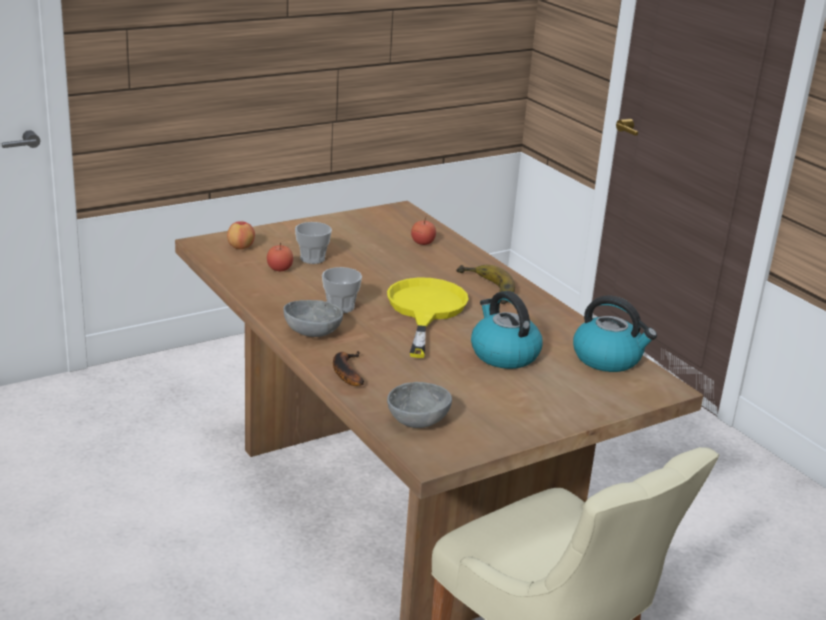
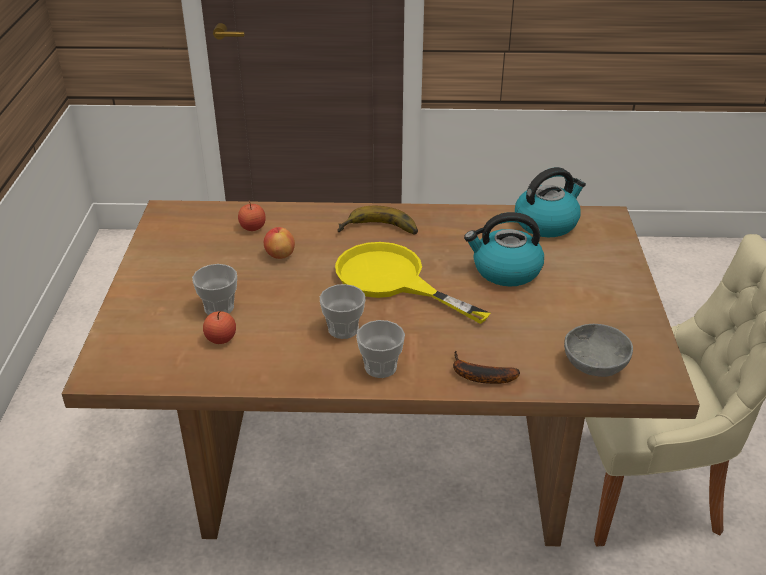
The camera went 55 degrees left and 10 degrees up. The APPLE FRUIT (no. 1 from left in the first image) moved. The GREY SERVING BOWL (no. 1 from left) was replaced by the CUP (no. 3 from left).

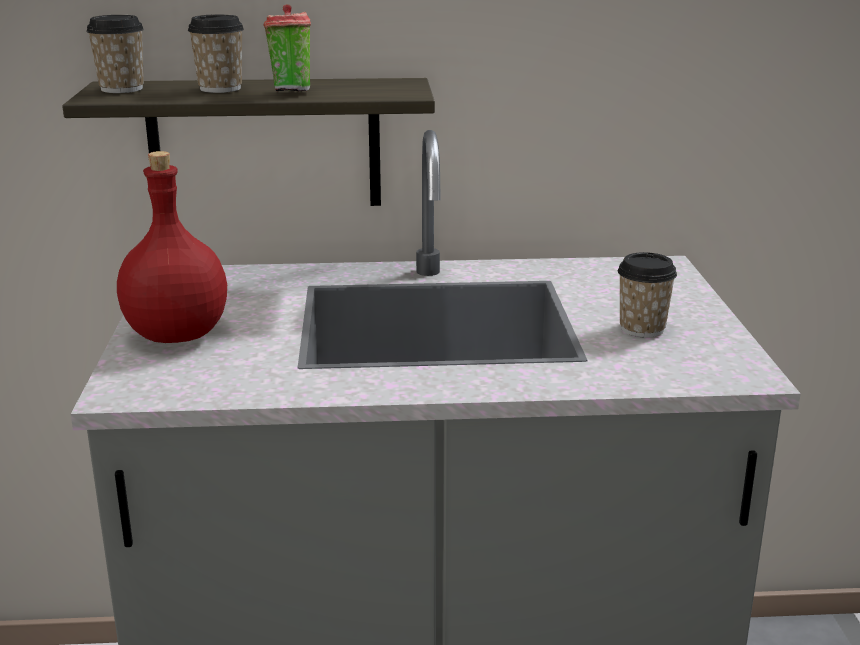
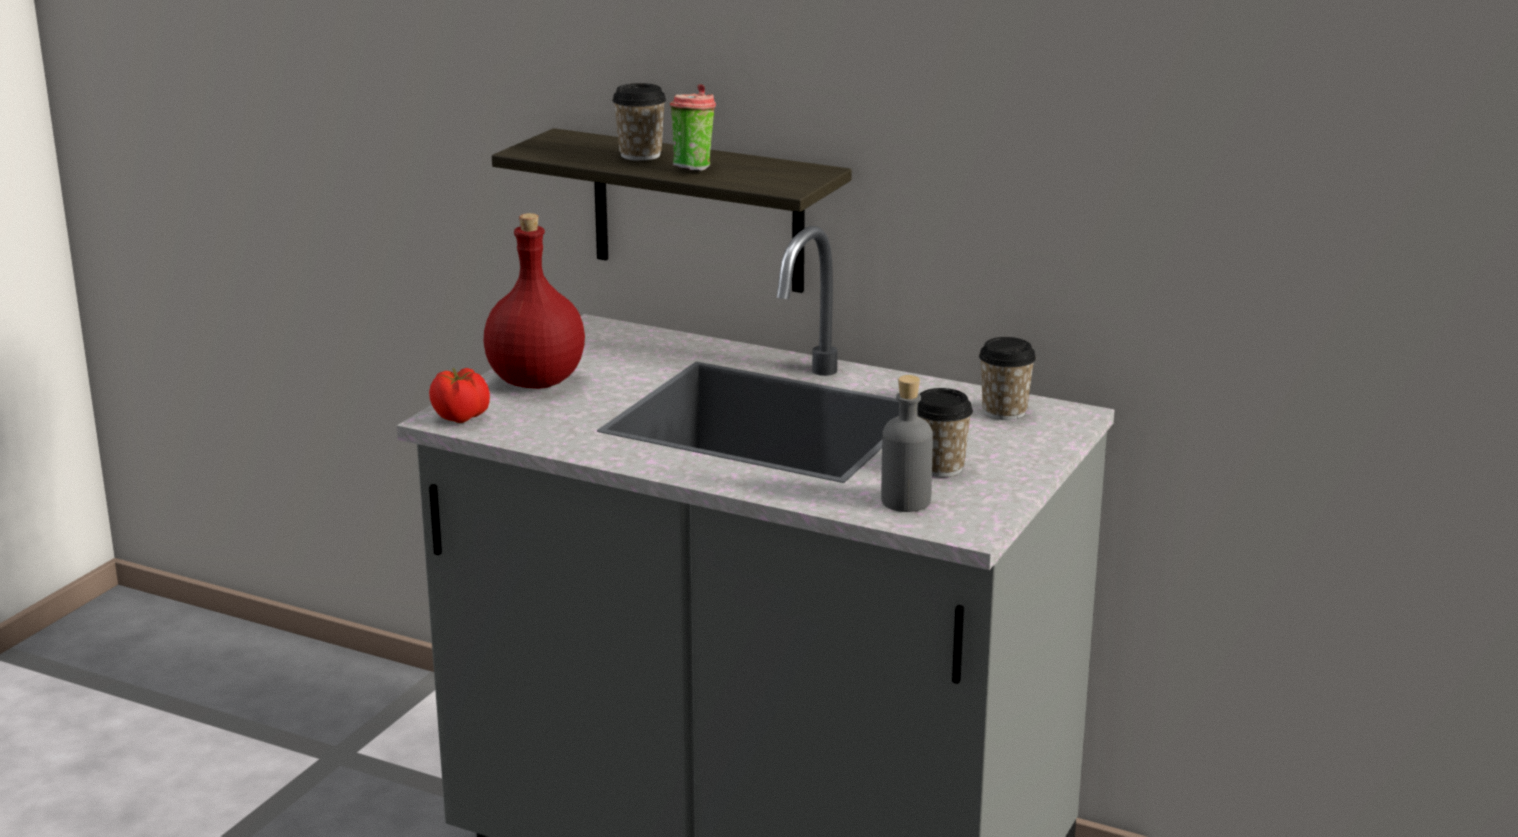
The camera went 30 degrees right and 0 degrees up. The TOMATO appeared. The GREY BOTTLE appeared. The CUP (no. 1 from left in the first image) moved.

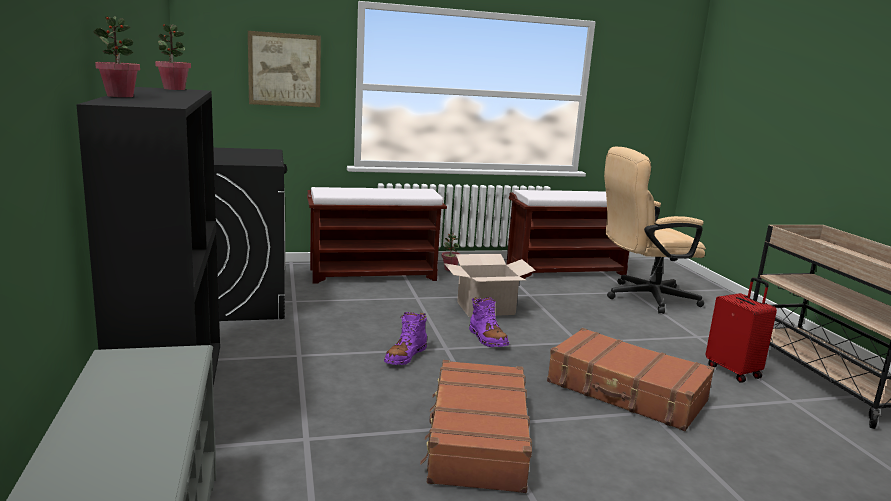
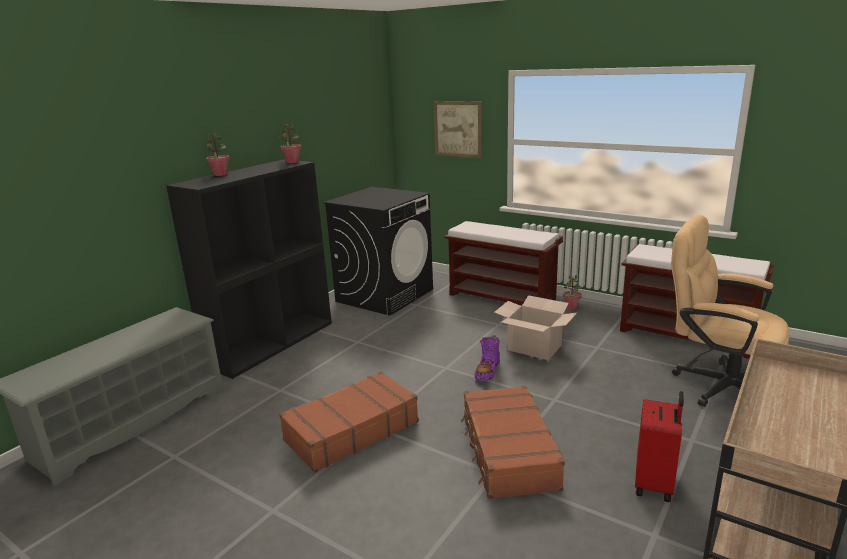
The camera went 50 degrees right and 5 degrees up. The PURPLE-COLOURED TALL BOOT (no. 1 from left) disappeared.

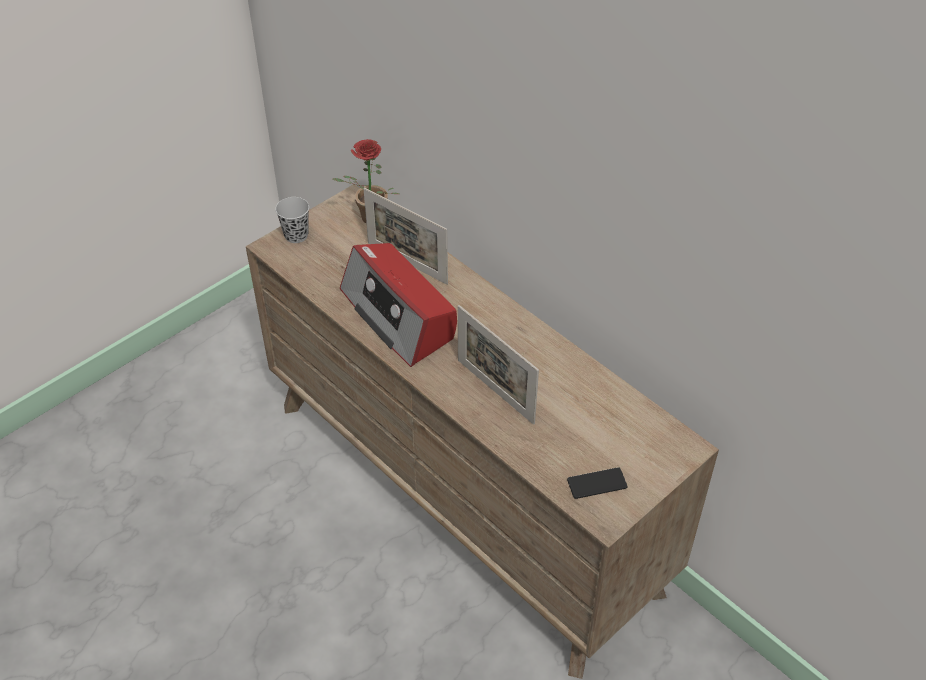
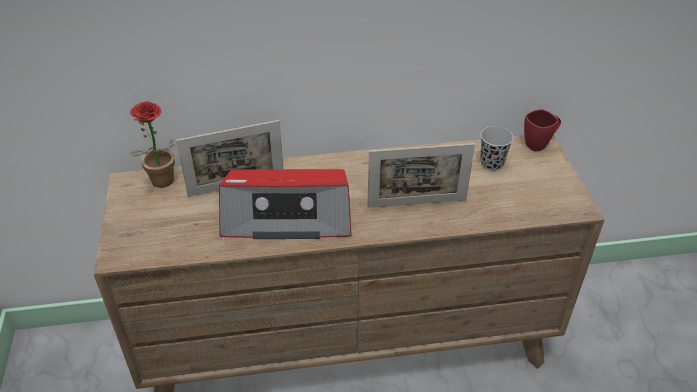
The camera went 55 degrees left and 5 degrees down. The BLACKISH CUP moved. The RED MUG appeared. The TELEPHONE disappeared.

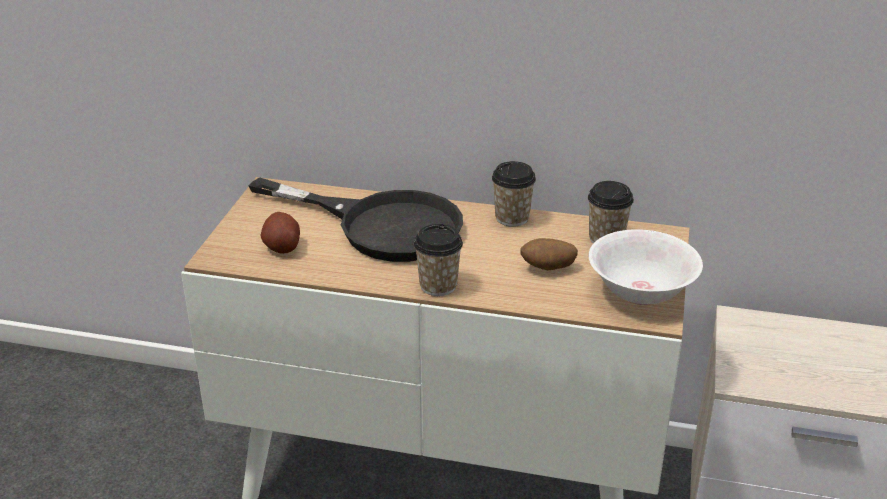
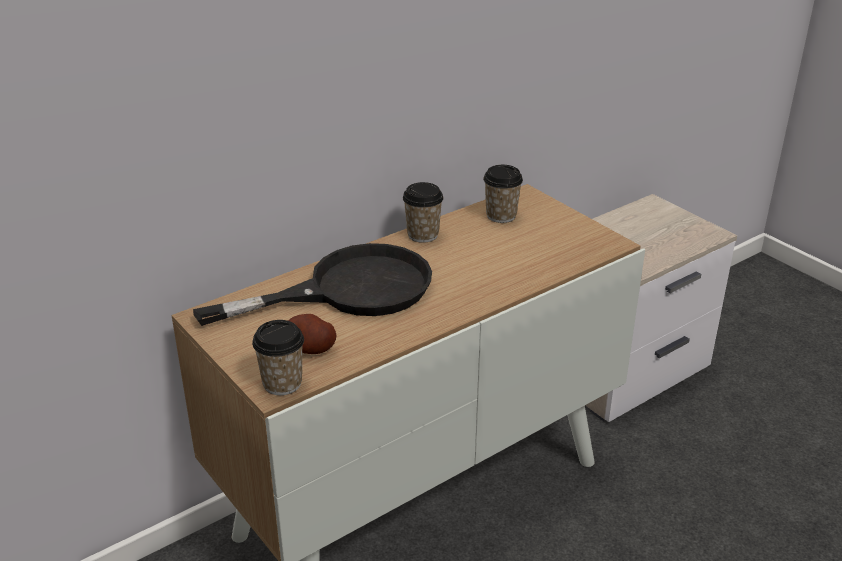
The camera went 50 degrees left and 0 degrees up. The CUP (no. 1 from left) moved. The SPUD (no. 2 from left) disappeared. The WHITE SERVING BOWL disappeared.

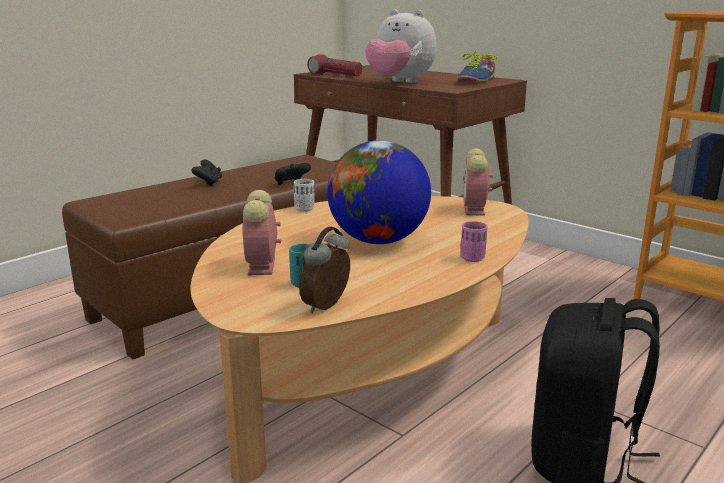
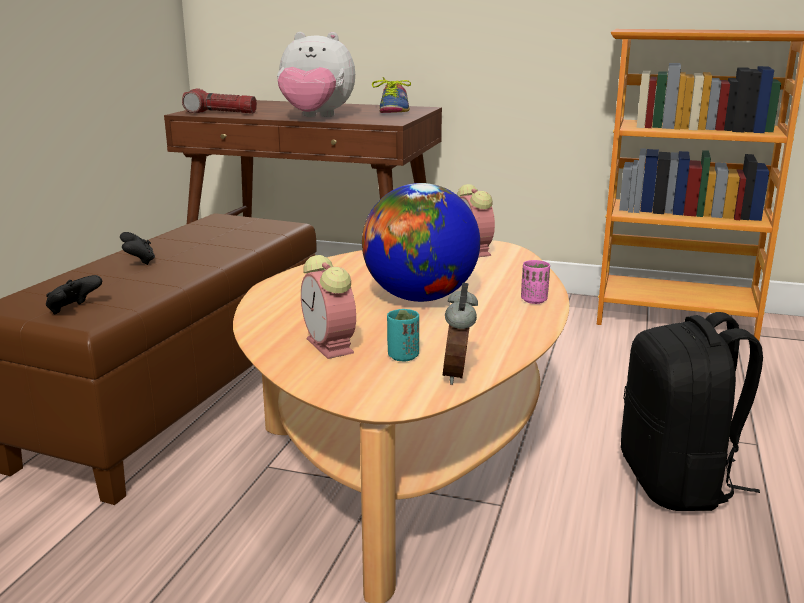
The camera went 25 degrees left and 0 degrees up. The BLACKISH GAME CONTROLLER (no. 2 from left in the first image) moved. The WHITE CUP disappeared.

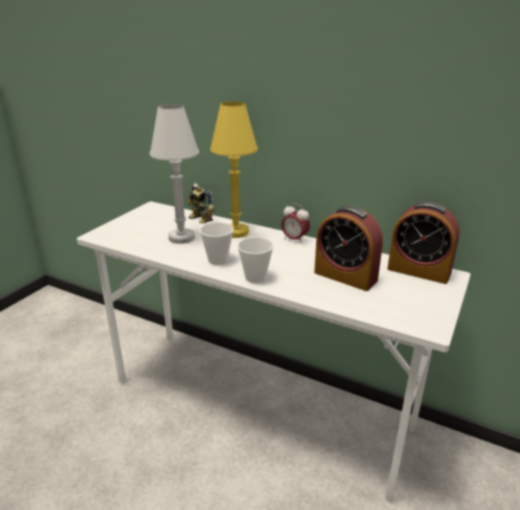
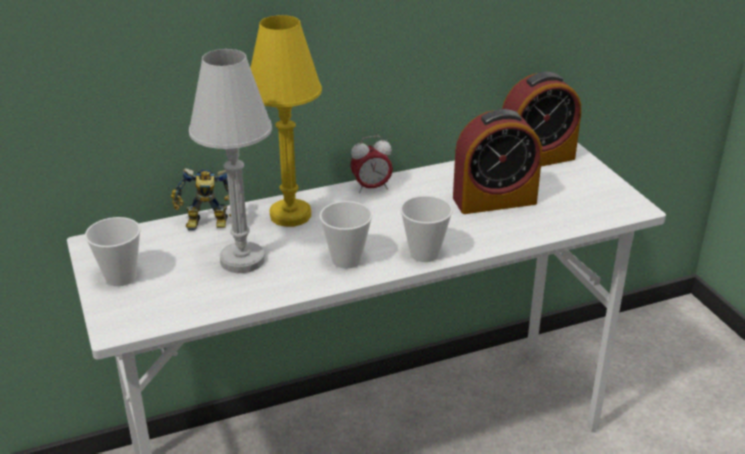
The camera went 50 degrees left and 5 degrees up. The CUP (no. 1 from left) appeared.

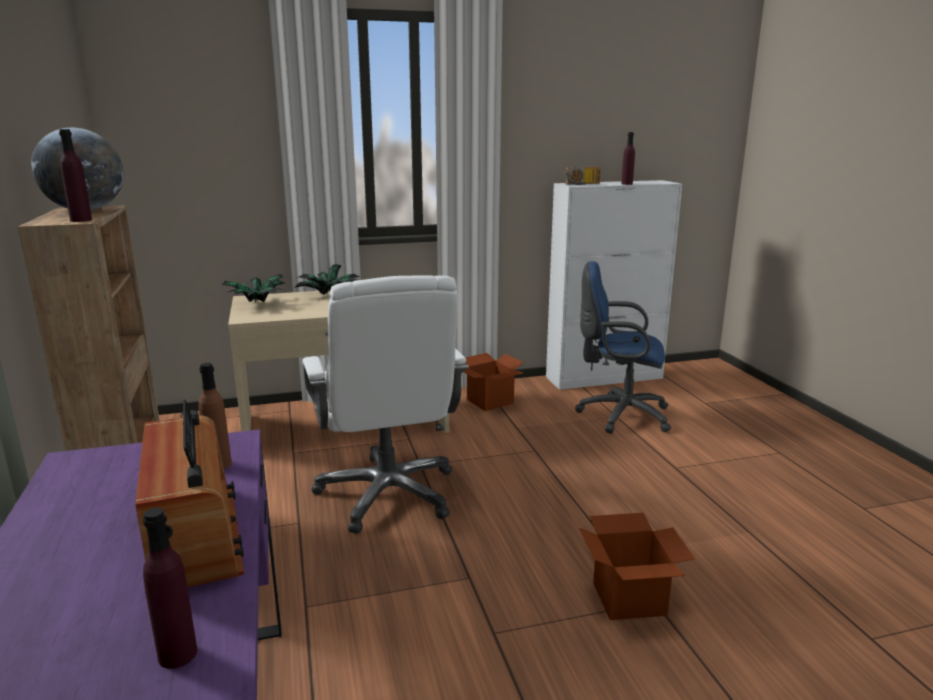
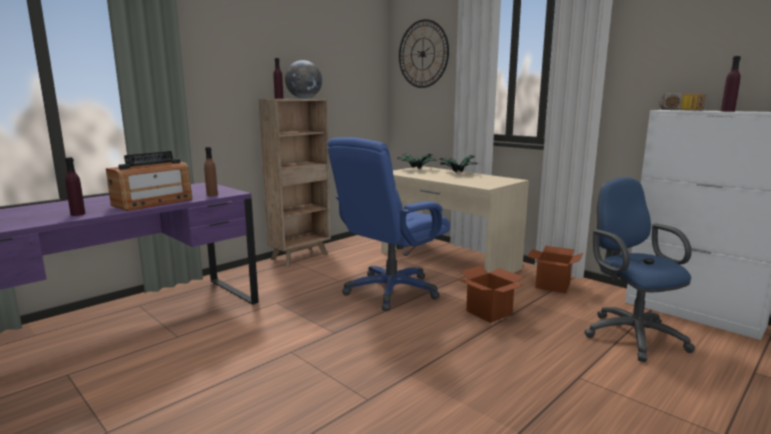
The camera went 60 degrees right and 5 degrees down. The WHITE OFFICE CHAIR became the BLUE-COLOURED OFFICE CHAIR (no. 1 from left). The CLOCK ON THE WALL appeared. The CARDBOARD BOX (no. 2 from left in the first image) moved.

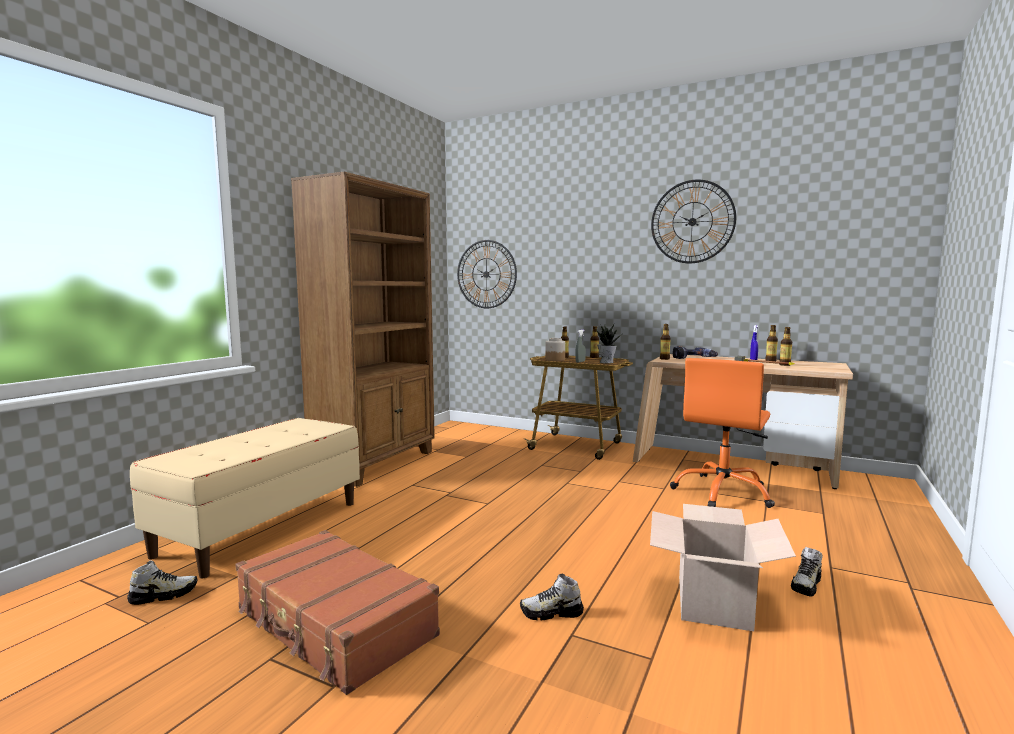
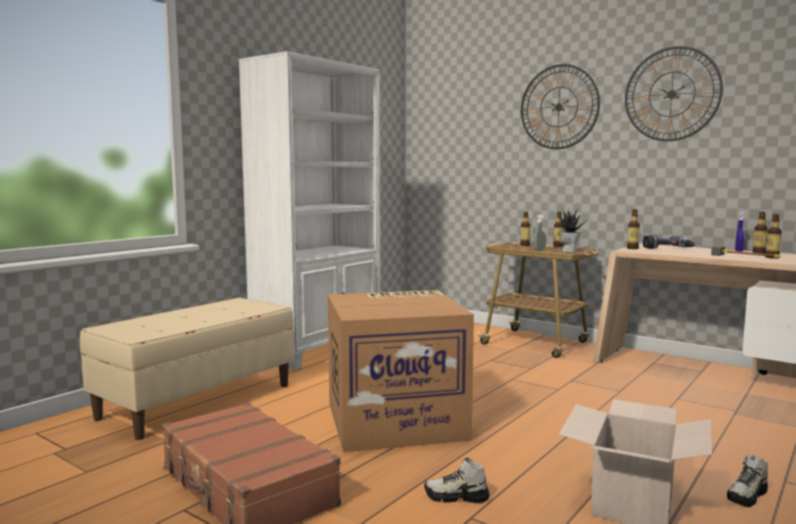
The camera went 10 degrees right and 0 degrees up. The BROWN-COLOURED BOOKSHELF became the WHITE BOOKSHELF. The CARDBOARD BOX (no. 1 from left) appeared. The CLOCK ON THE WALL (no. 1 from left) moved. The LOW SHOE (no. 1 from left) disappeared. The STORAGE JAR disappeared. The ORANGEY OFFICE CHAIR disappeared.

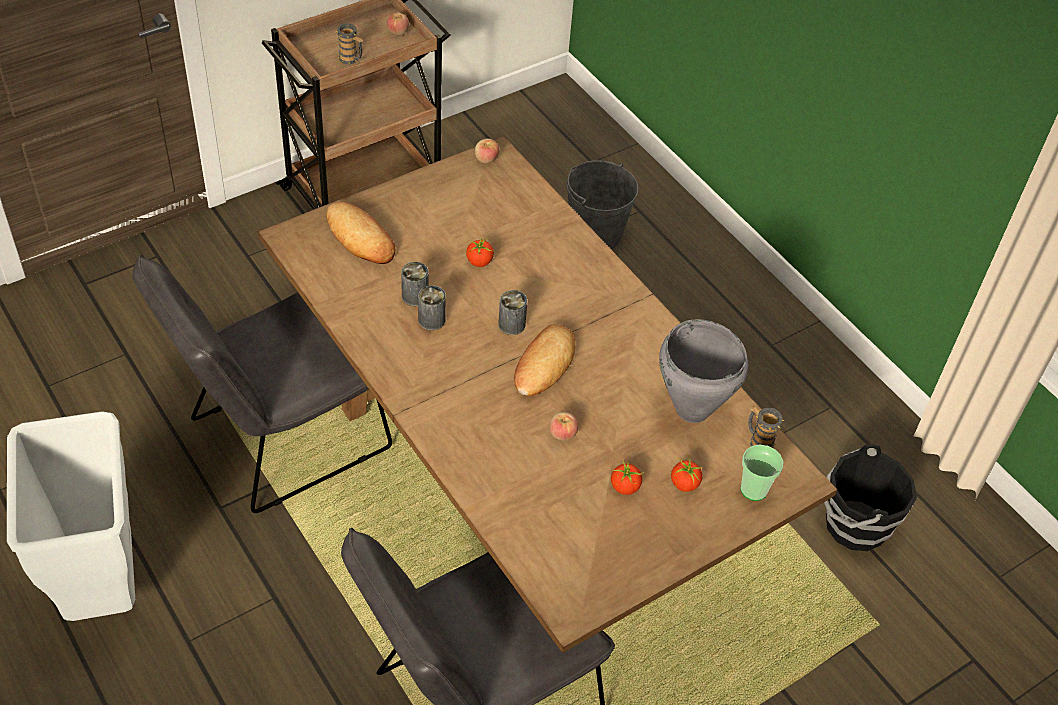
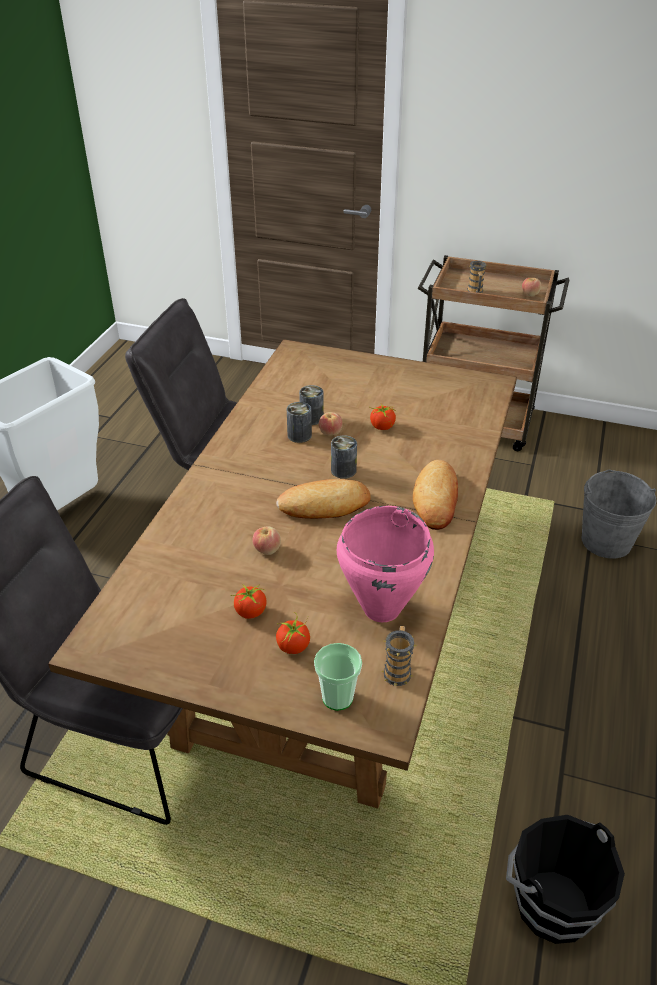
The camera went 55 degrees right and 10 degrees down. The APPLE FRUIT (no. 2 from left) moved. The GREY SAUCEPOT became the PINK SAUCEPOT. The BAKED BREAD (no. 1 from left in the first image) moved.

